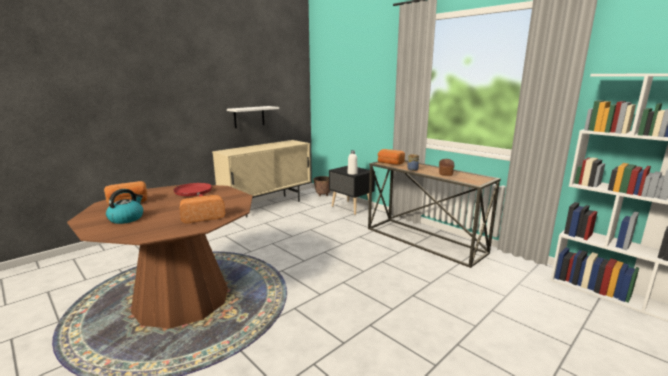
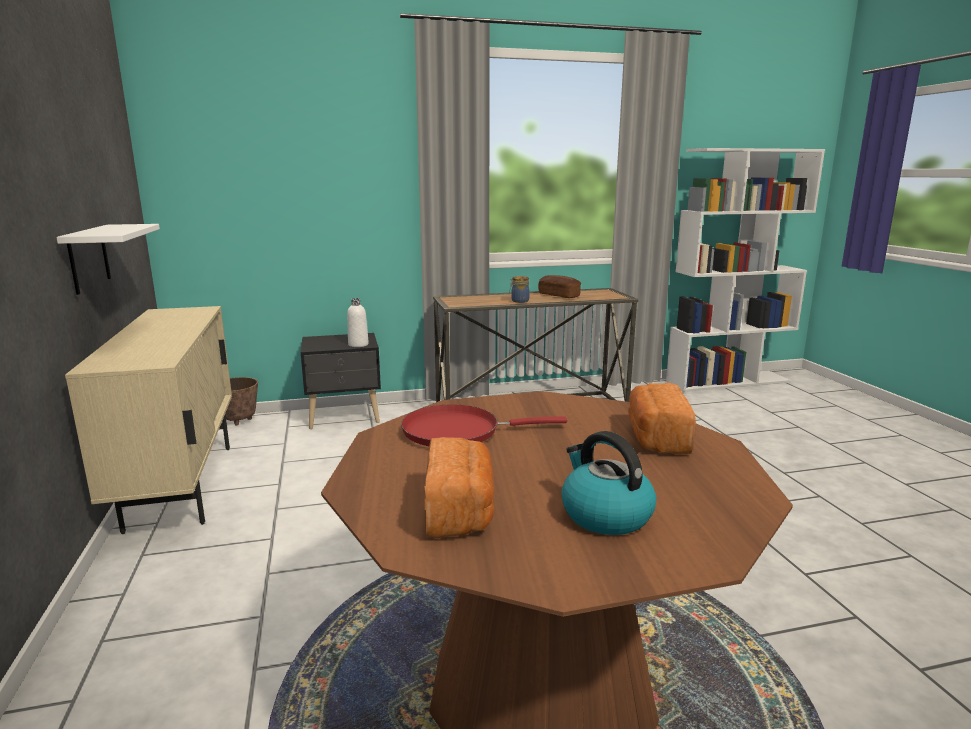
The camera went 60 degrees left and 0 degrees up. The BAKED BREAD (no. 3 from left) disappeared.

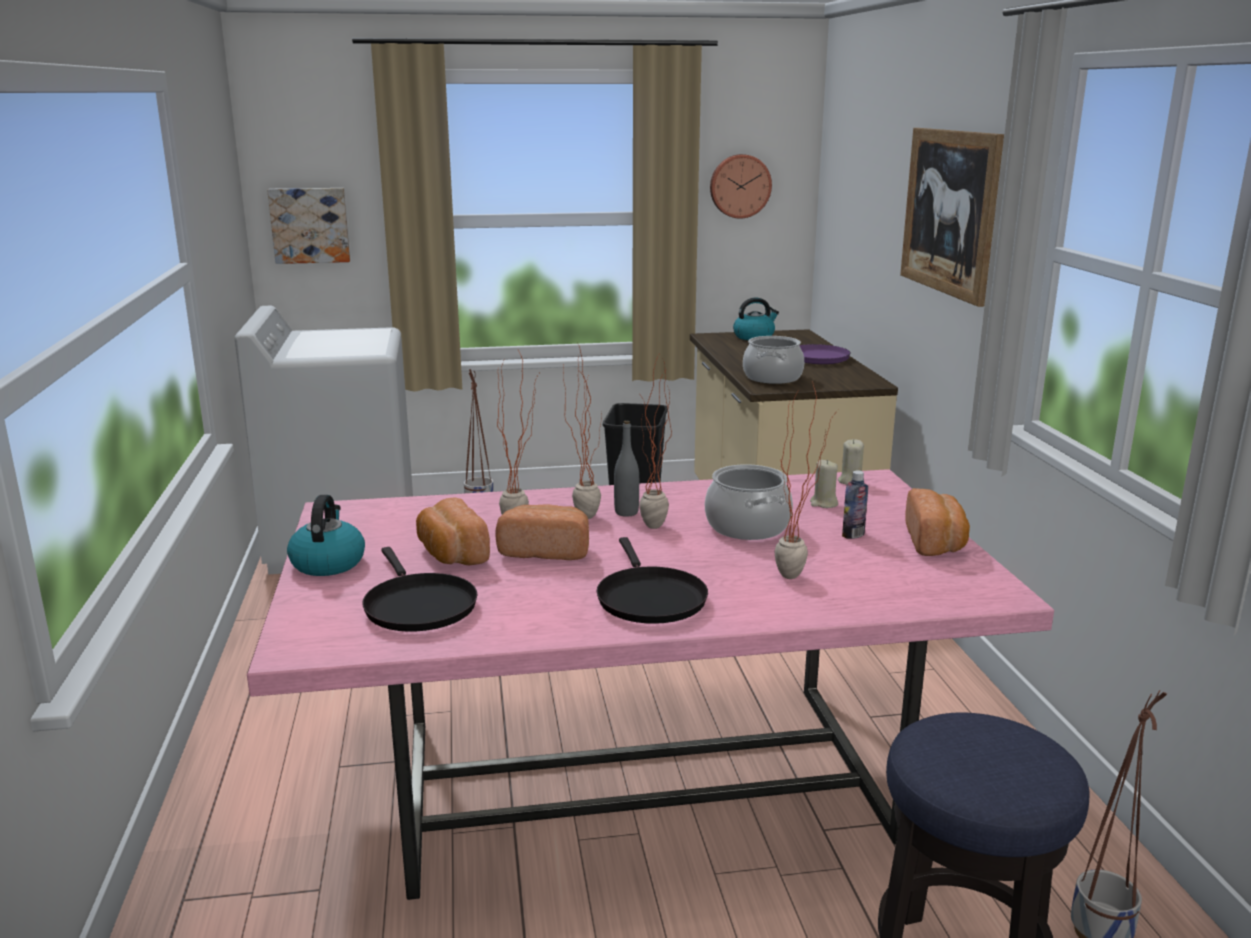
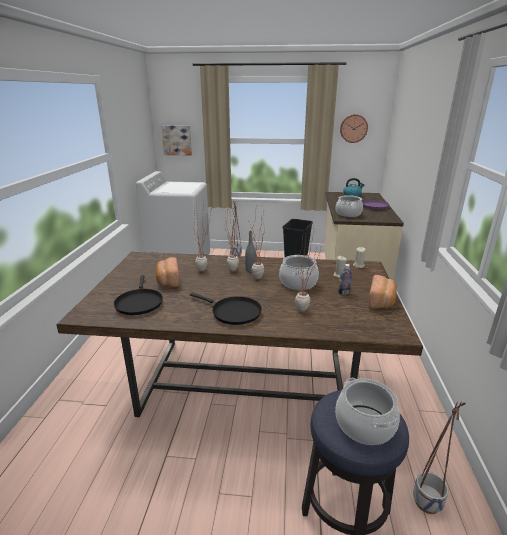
The camera went 15 degrees right and 5 degrees up. The PINK DINNER TABLE became the BROWN-COLOURED DINNER TABLE. The BLACKISH SKILLET (no. 2 from left) turned 60 degrees counterclockwise. The SAUCEPOT (no. 3 from left) appeared. The KETTLE (no. 1 from left) disappeared. The BAKED BREAD (no. 2 from left) disappeared. The WALL ART (no. 2 from left) disappeared.

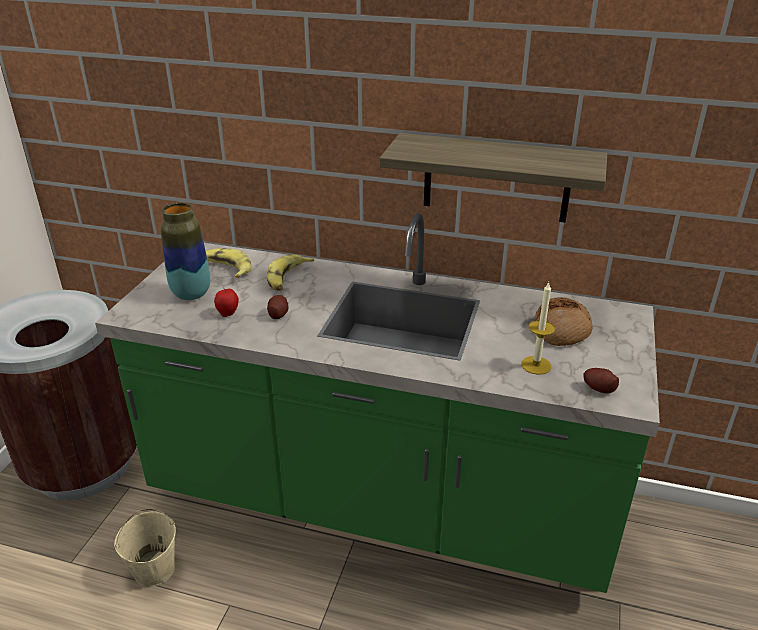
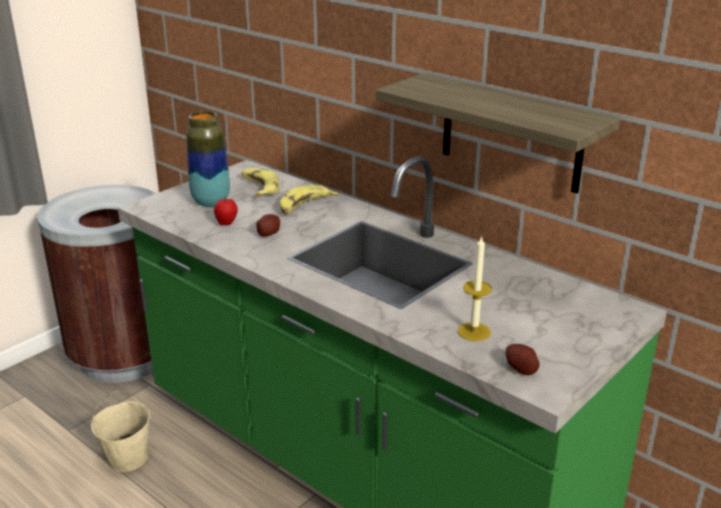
The camera went 25 degrees right and 5 degrees down. The BAKED BREAD disappeared.

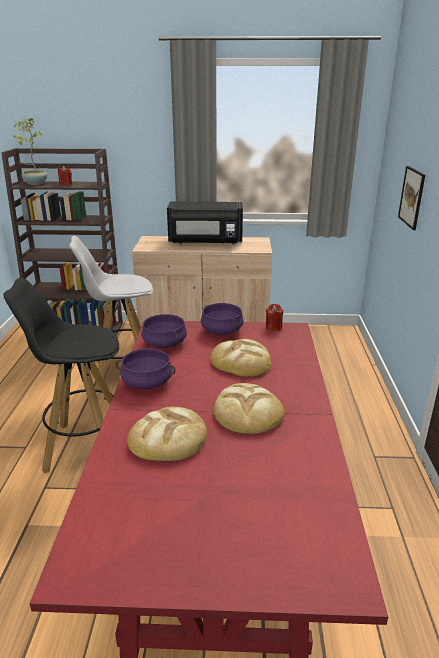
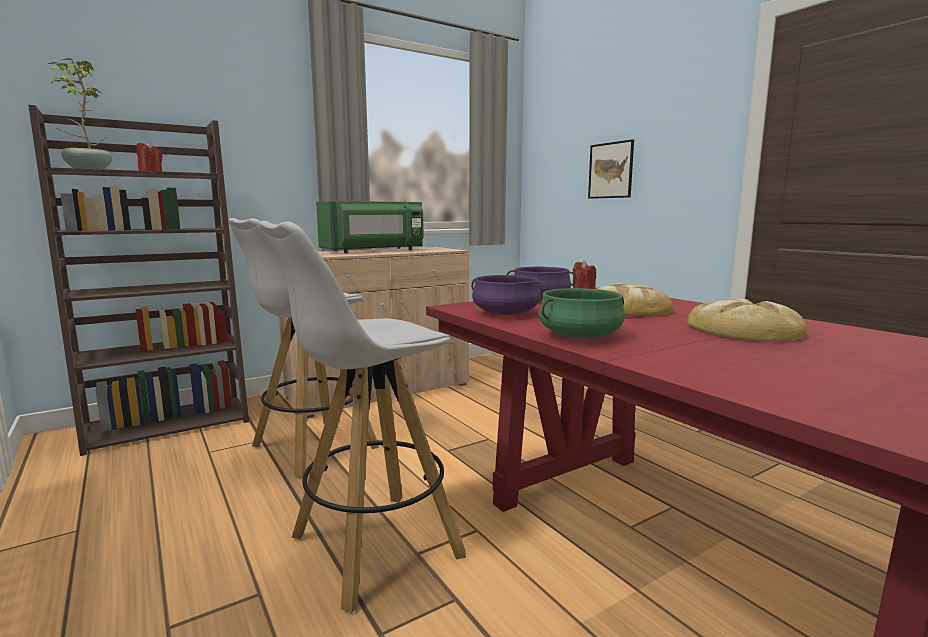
The camera went 35 degrees left and 15 degrees down. The BLACKISH STOOL SEAT became the WHITE STOOL SEAT (no. 2 from left). The BLACKISH KITCHEN MICROWAVE became the GREEN-COLOURED KITCHEN MICROWAVE. The PURPLE-COLOURED SAUCEPOT (no. 1 from left) became the GREEN-COLOURED SAUCEPOT. The BAKED BREAD (no. 1 from left) disappeared.

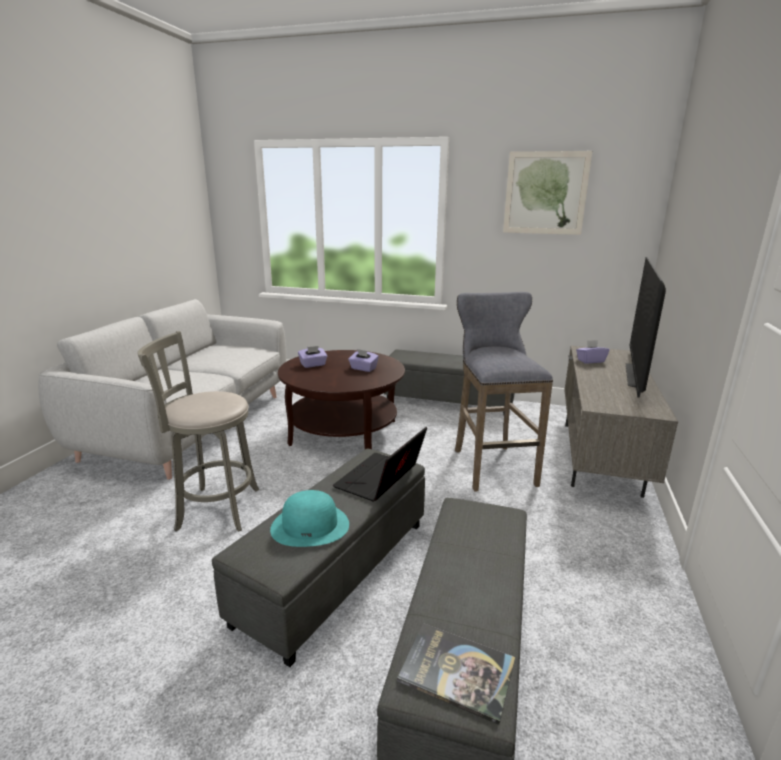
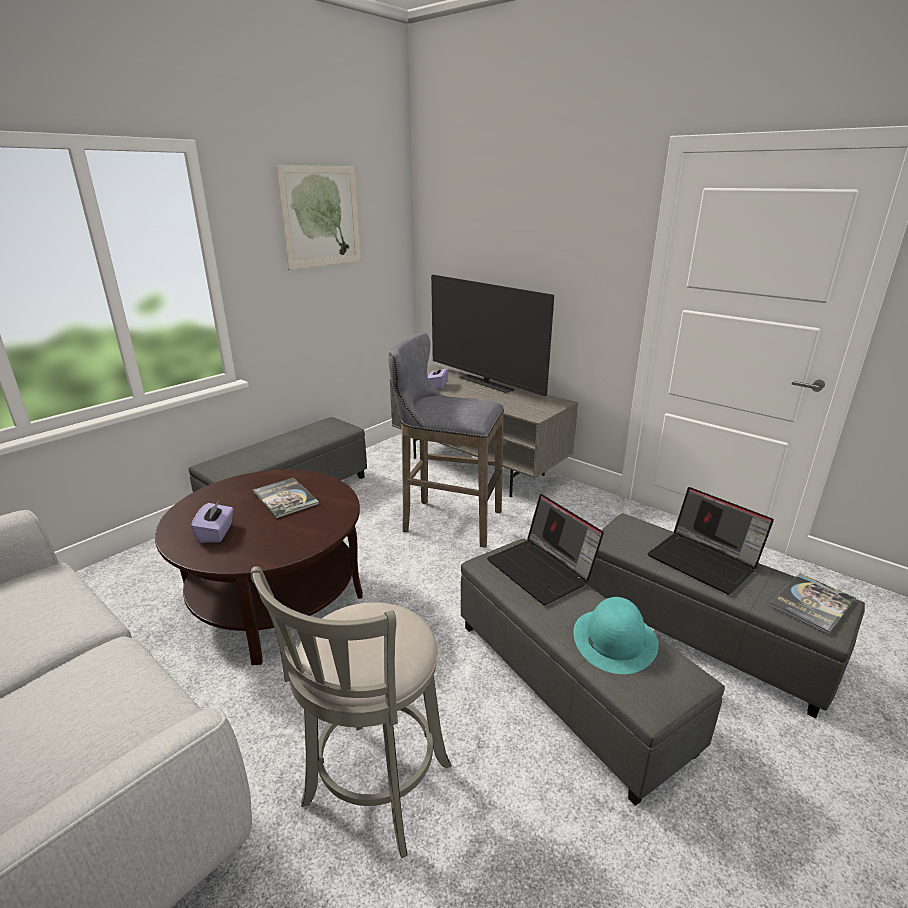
The camera went 65 degrees left and 5 degrees up. The PURPLE-COLOURED TISSUE HOLDER (no. 2 from left) was replaced by the BOOK (no. 1 from left). The PORTABLE COMPUTER (no. 2 from left) appeared.

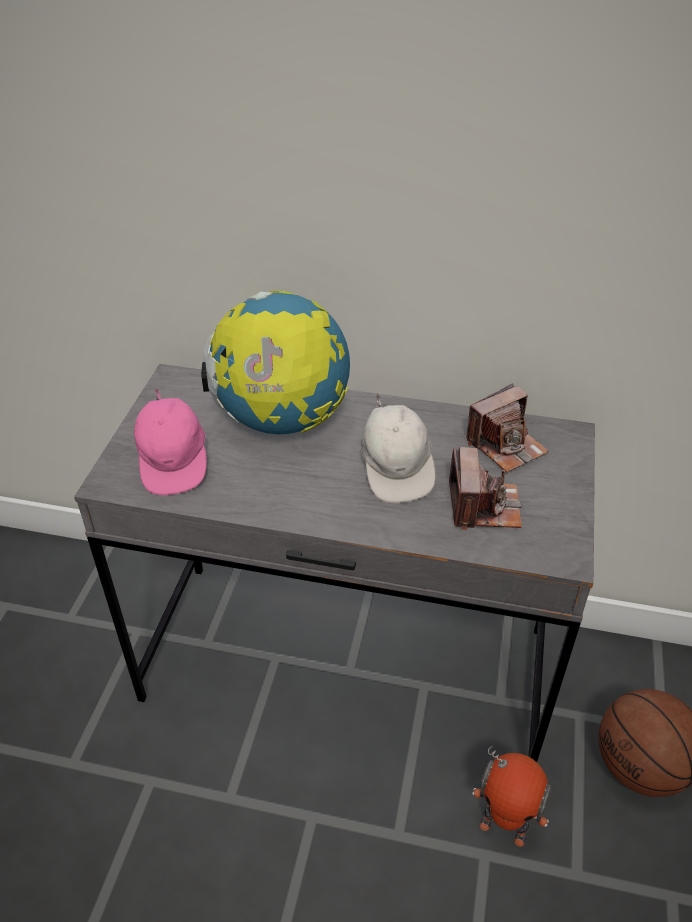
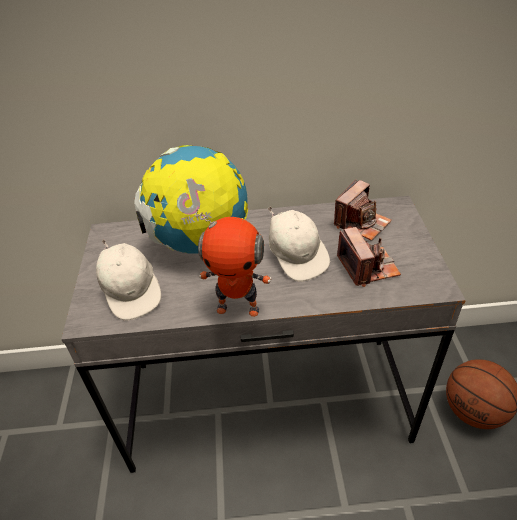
The camera went 15 degrees left and 0 degrees up. The PINK PEAKED CAP became the WHITE PEAKED CAP (no. 1 from left). The TOY ROBOT moved.

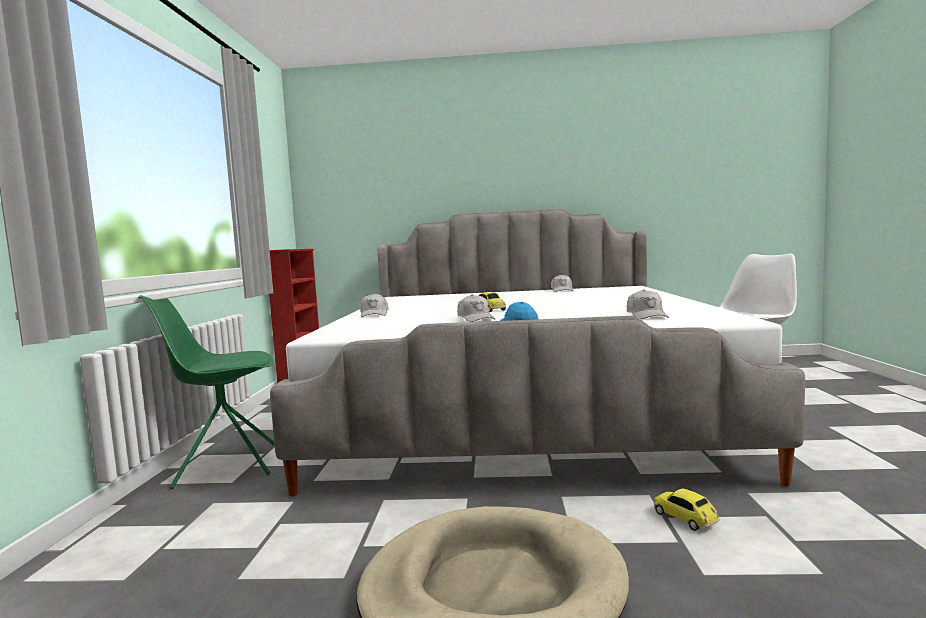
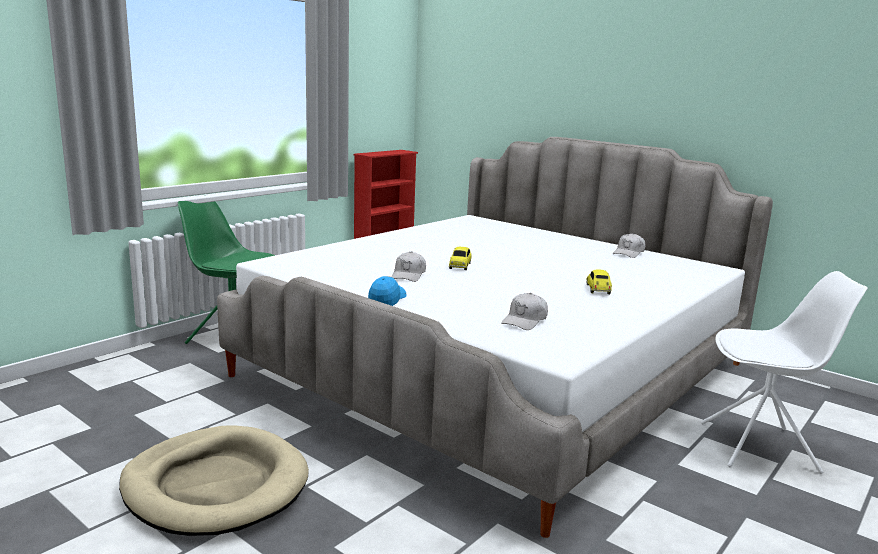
The camera went 35 degrees right and 10 degrees up. The MODEL CAR (no. 2 from left) moved. The WHITE PEAKED CAP (no. 1 from left) disappeared.

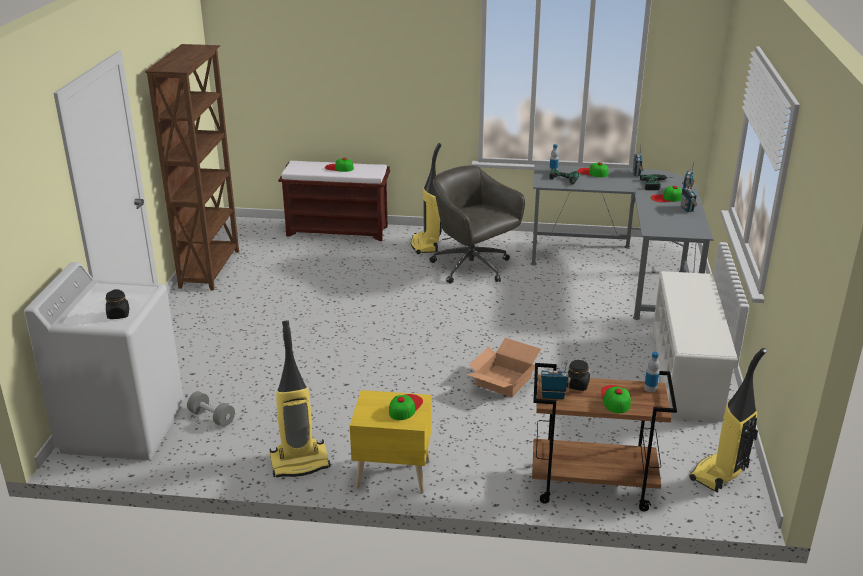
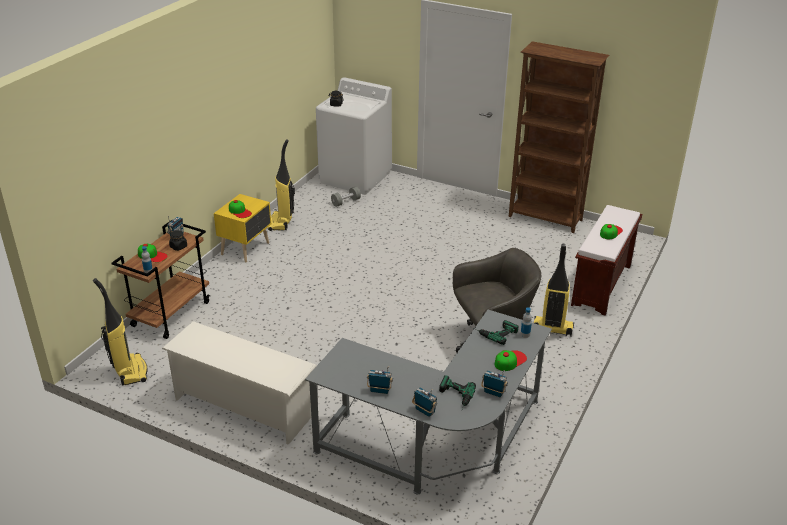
The camera went 110 degrees right and 5 degrees up. The CARDBOARD BOX disappeared. The PEAKED CAP (no. 5 from left) disappeared.

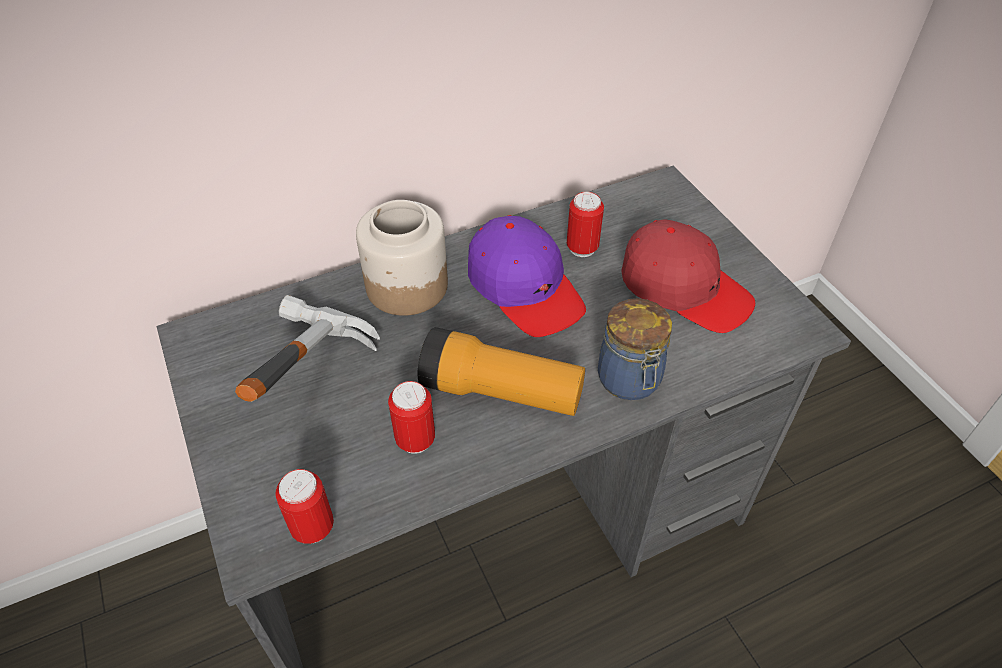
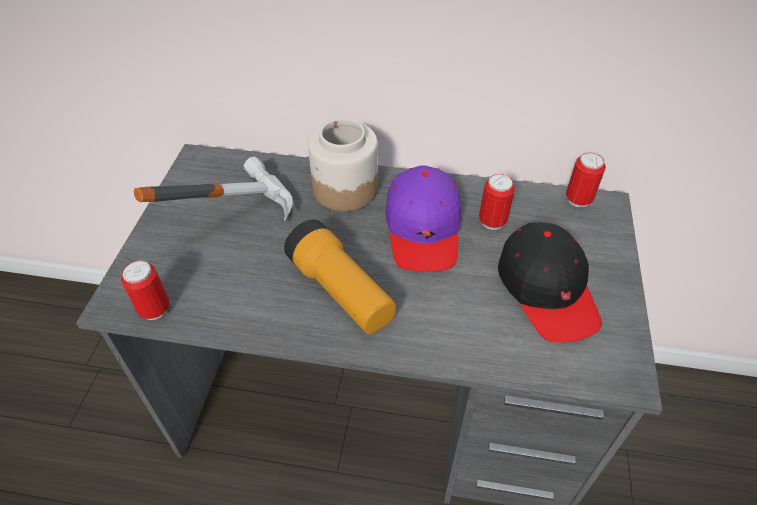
The camera went 35 degrees right and 0 degrees up. The RED PEAKED CAP became the BLACKISH PEAKED CAP. The METAL CAN (no. 2 from left in the first image) moved. The STORAGE JAR (no. 2 from left) disappeared.

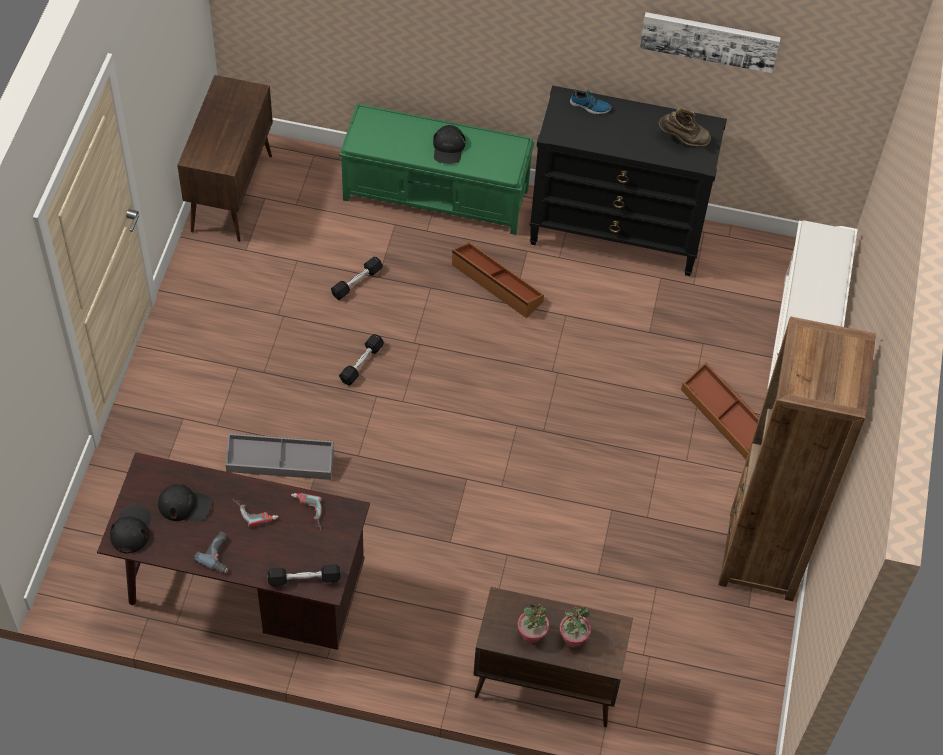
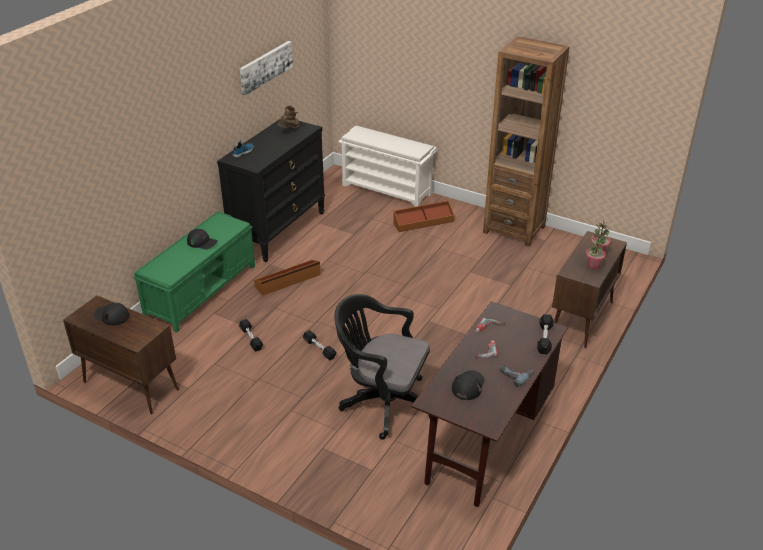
The camera went 70 degrees left and 20 degrees down. The BLACKISH PEAKED CAP (no. 1 from left) moved. The GREY STORAGE BOX was replaced by the BLACKISH OFFICE CHAIR.

